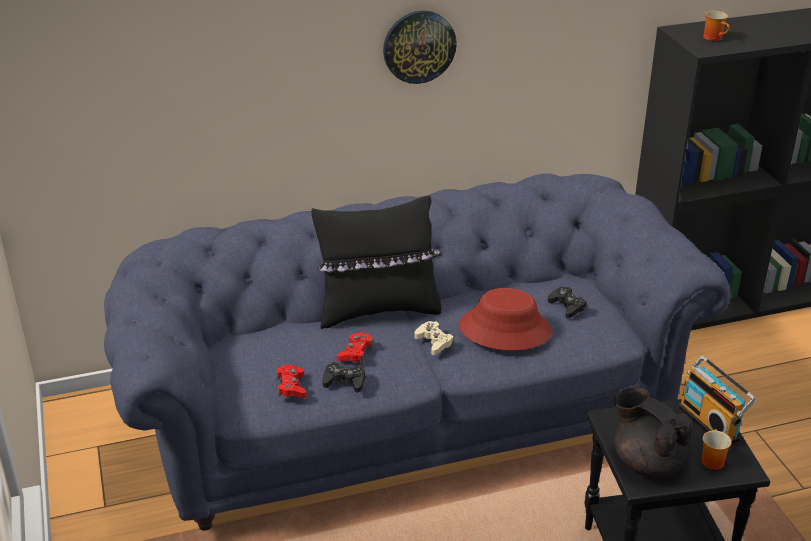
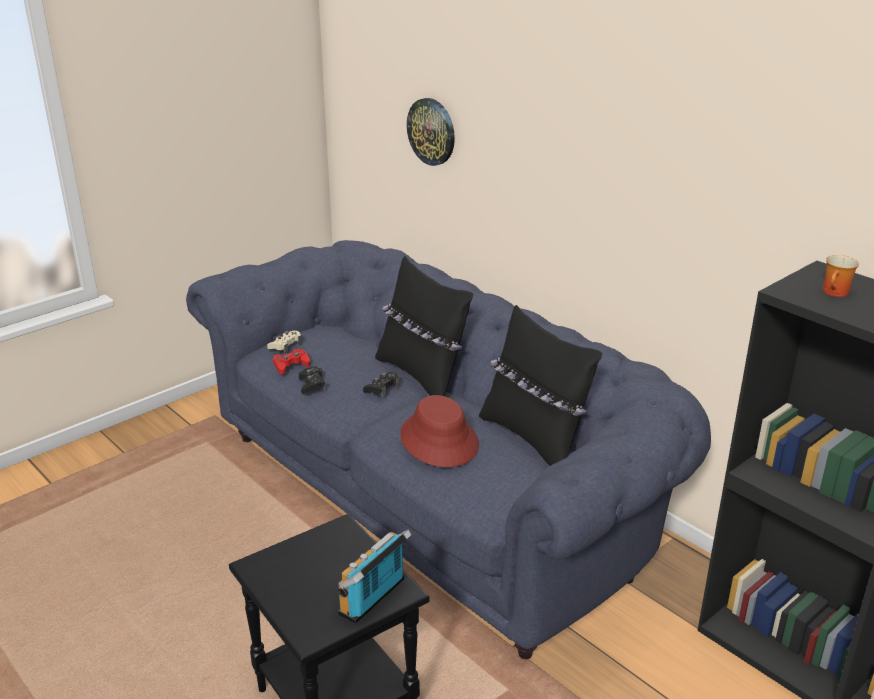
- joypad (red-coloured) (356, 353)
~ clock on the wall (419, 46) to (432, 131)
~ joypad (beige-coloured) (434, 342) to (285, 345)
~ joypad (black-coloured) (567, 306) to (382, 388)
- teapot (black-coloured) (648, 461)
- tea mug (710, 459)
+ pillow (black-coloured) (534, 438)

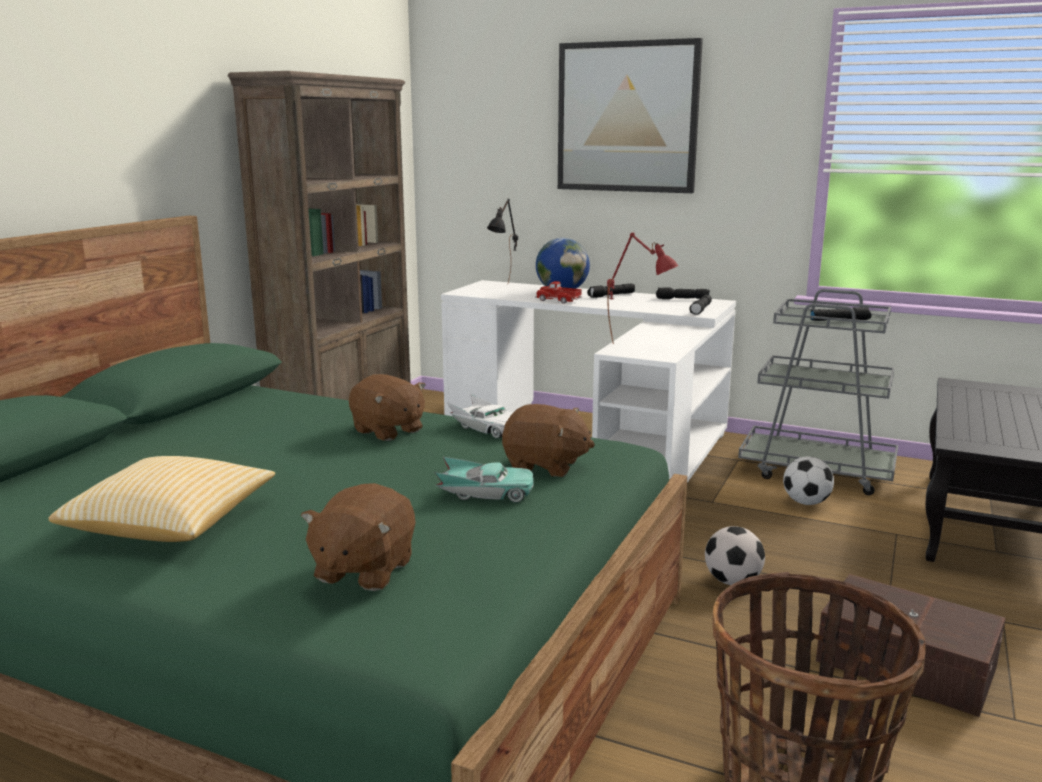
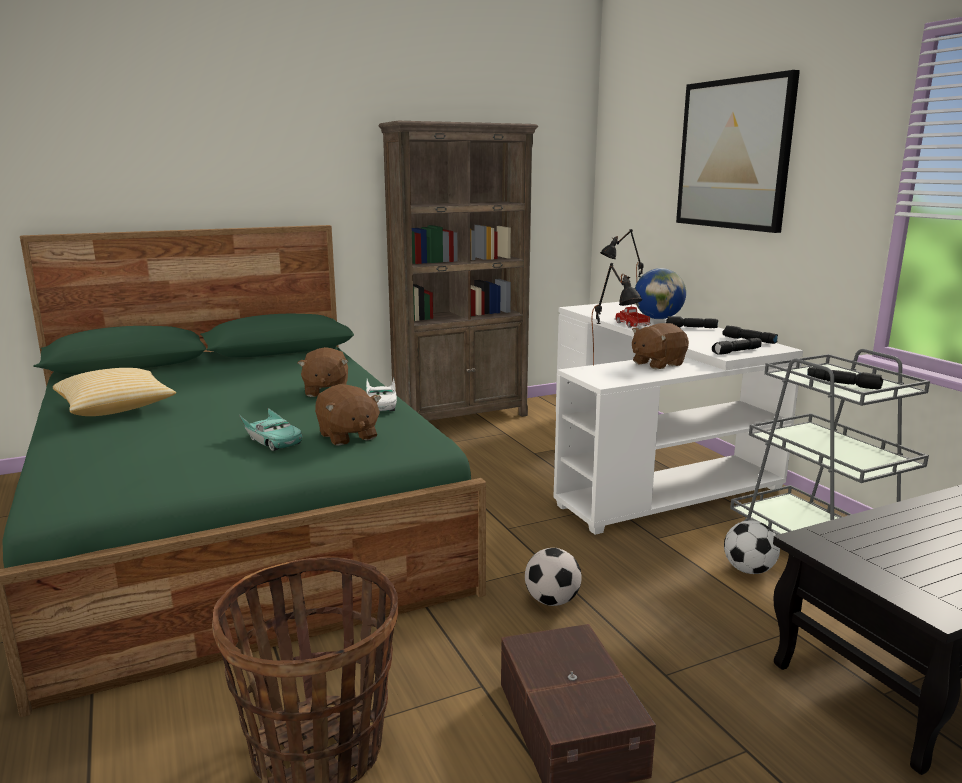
~ plush toy (brownish) (363, 570) to (657, 364)
~ table lamp (red-coloured) (639, 345) to table lamp (black-coloured) (612, 370)

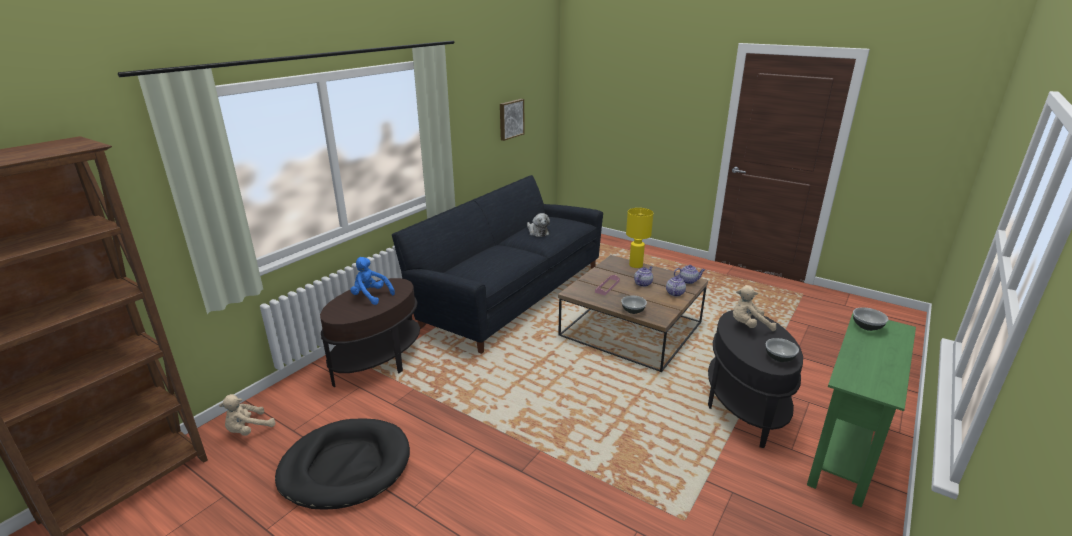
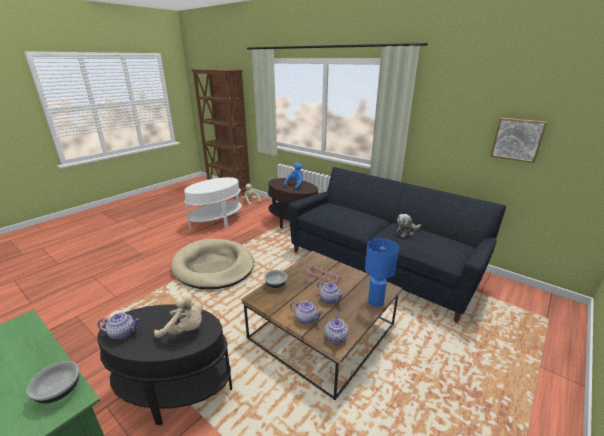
~ dog cushion (black-coloured) (345, 466) to end table (white-coloured) (216, 221)
~ table lamp (yellowish) (635, 265) to table lamp (blue-coloured) (375, 301)
~ plush toy (beige-coloured) (748, 326) = (185, 329) 105 degrees clockwise
~ bowl (779, 357) to teapot (123, 333)
+ dog cushion (beige-coloured) (214, 266)

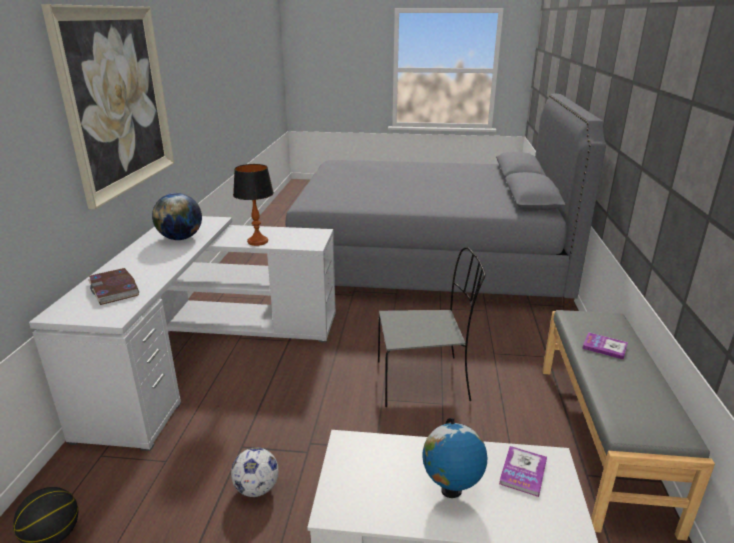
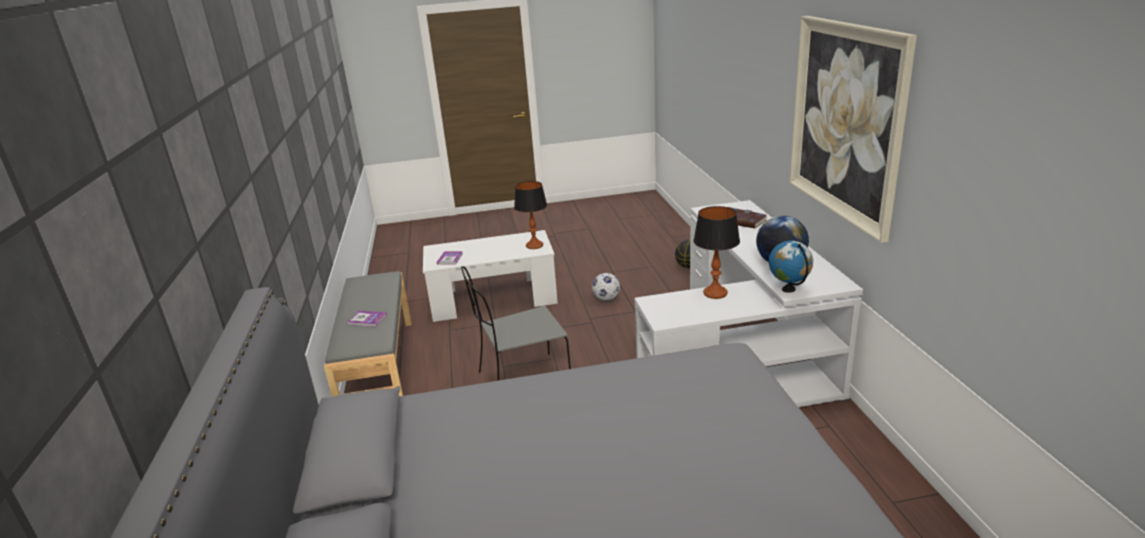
~ globe (451, 491) to (788, 289)
+ table lamp (534, 245)

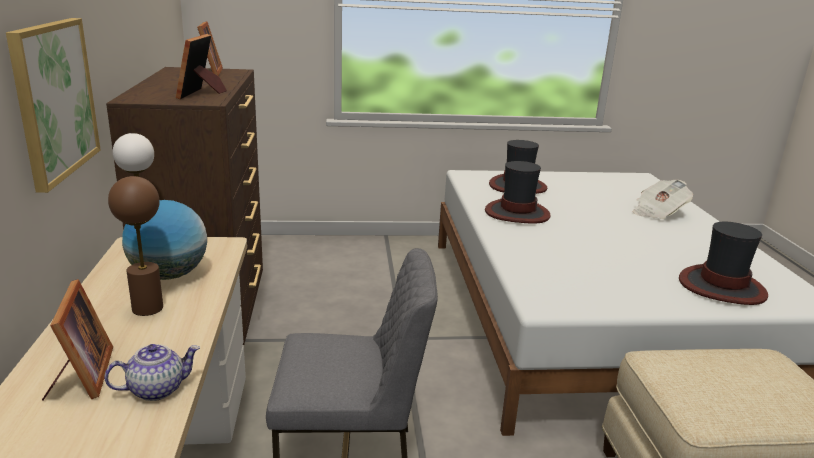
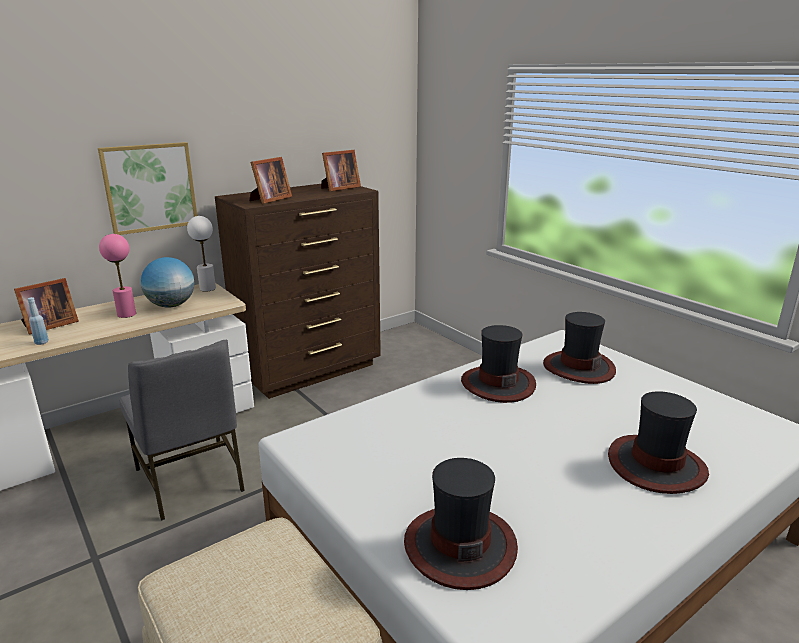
~ teapot (157, 389) to drink bottle (blue-coloured) (41, 342)
~ table lamp (brownish) (148, 308) to table lamp (pinkish) (126, 314)
~ standing frame (201, 94) = (269, 200) 150 degrees clockwise
~ daily paper (658, 213) to wearable hat (656, 465)

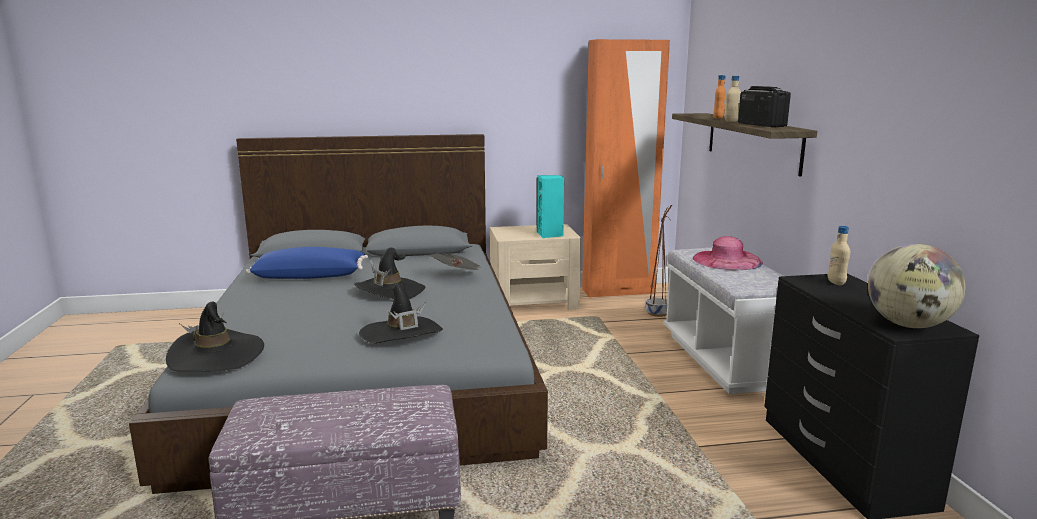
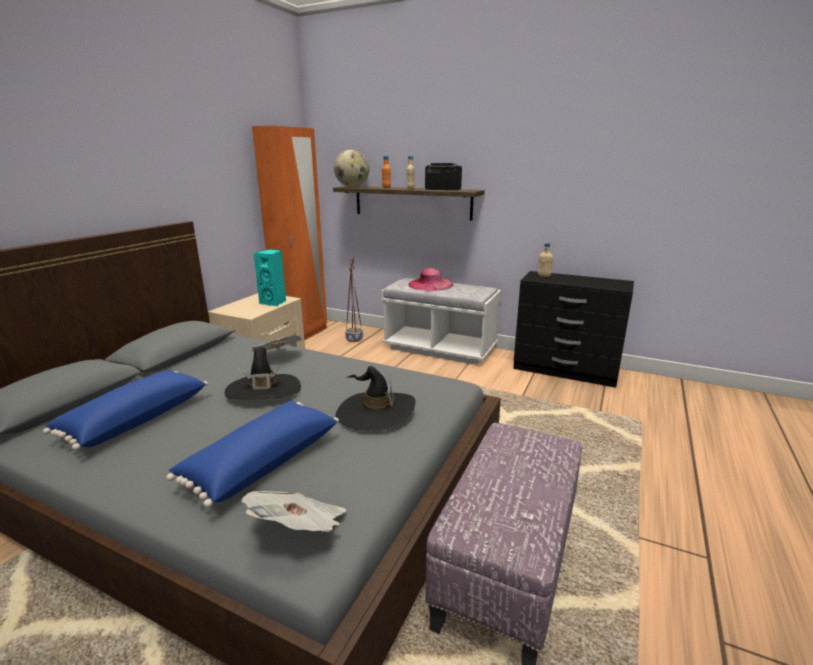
~ wearable hat (black-coloured) (216, 355) to daily paper (300, 530)
~ globe (908, 325) to (352, 187)
+ pillow (blue-coloured) (261, 462)

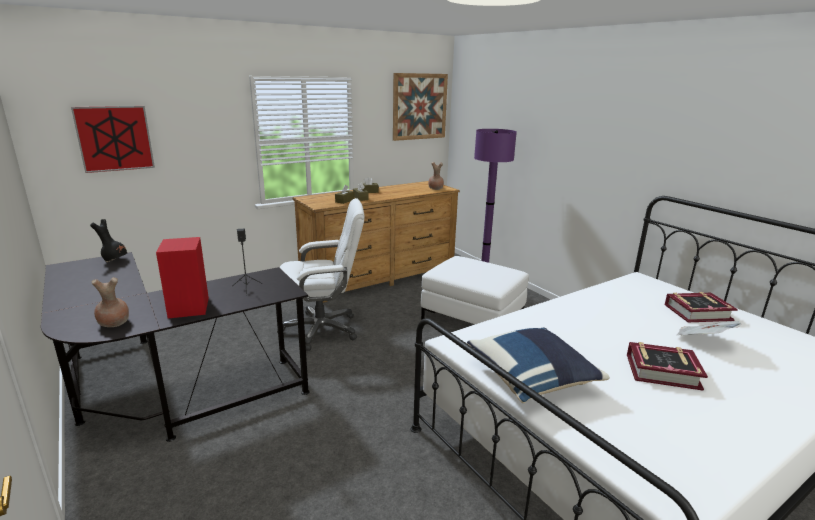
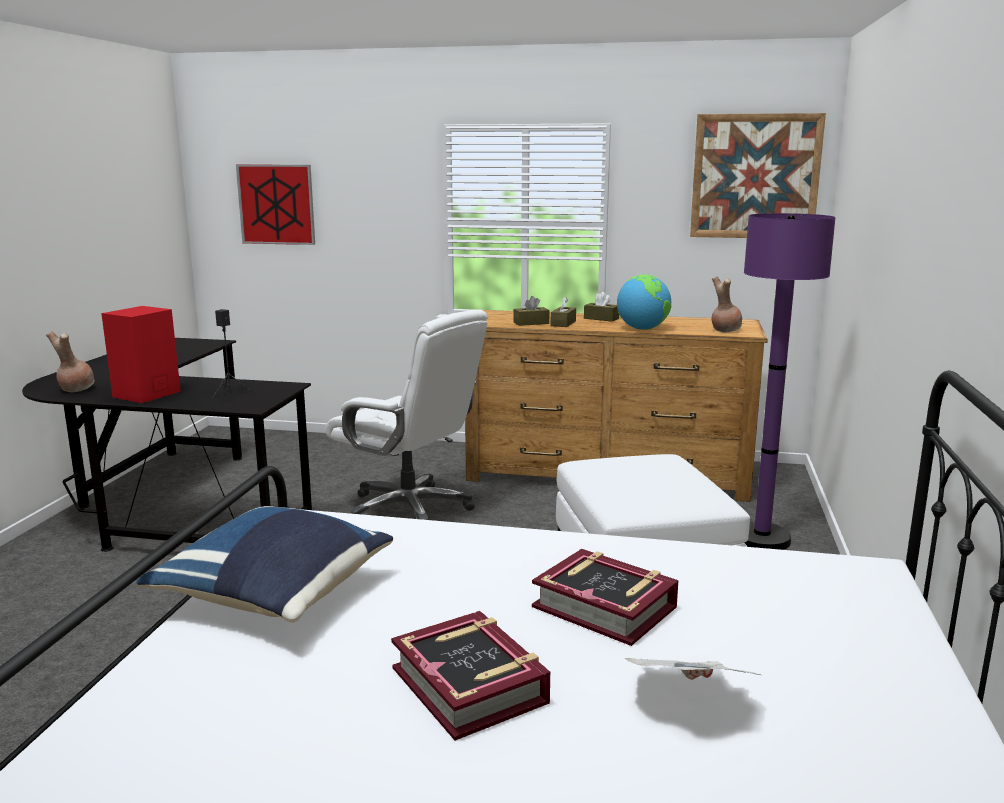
- decorative vase (black-coloured) (115, 260)
~ bound book (697, 312) to (605, 607)
+ globe (642, 329)

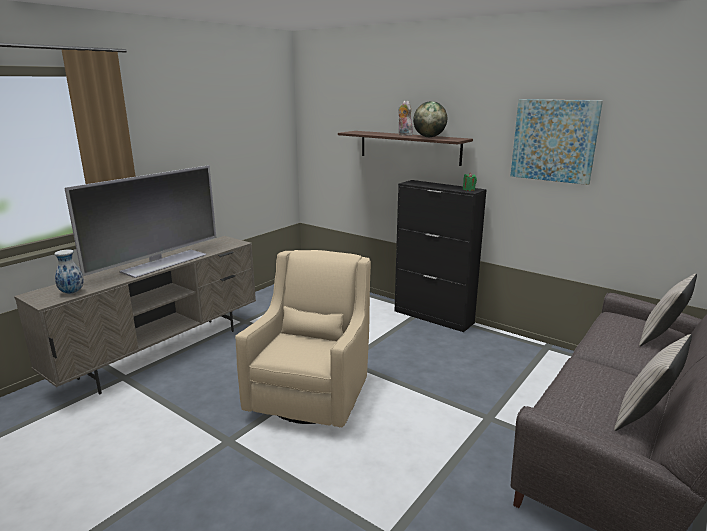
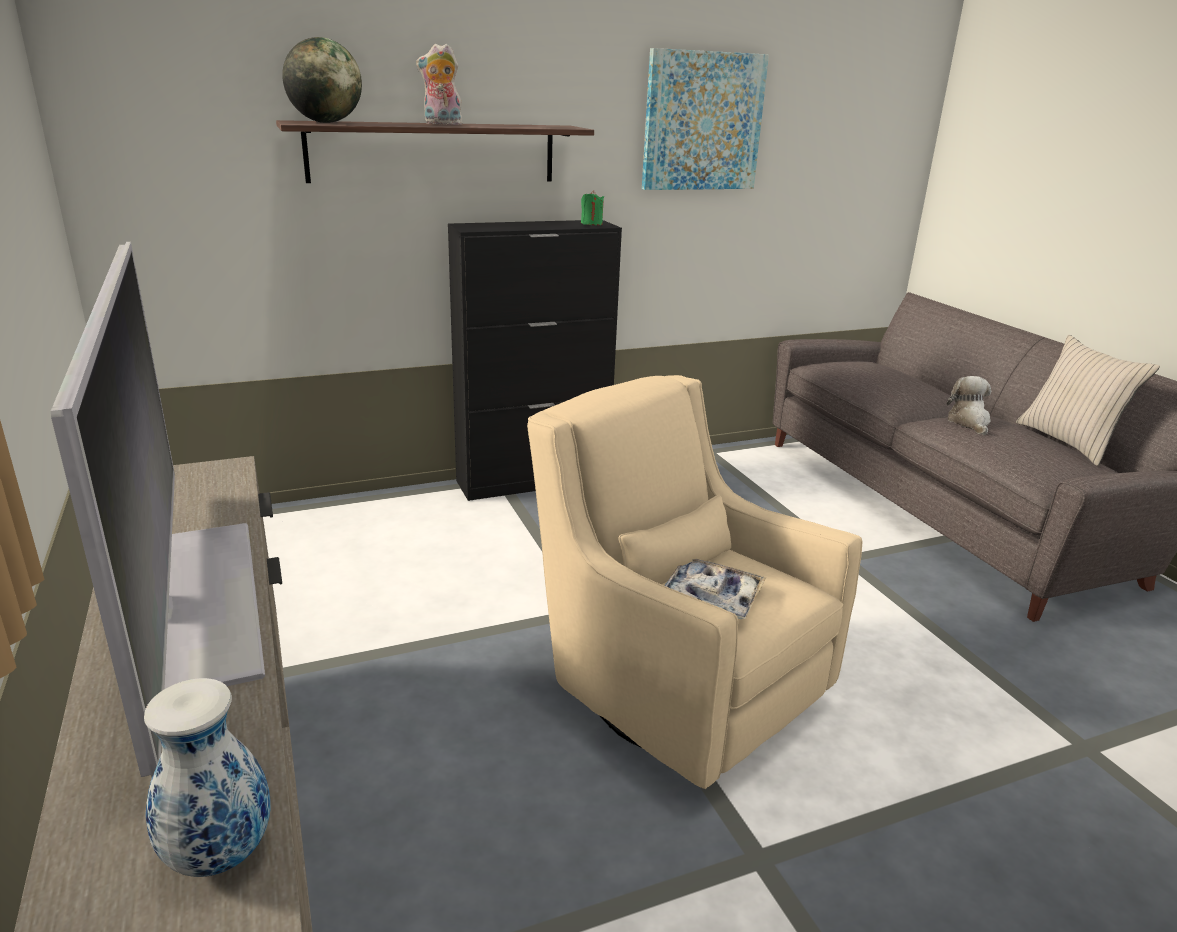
~ globe (429, 137) to (325, 122)
- pillow (beige-coloured) (662, 337)
+ carrying tray (711, 597)
+ plush toy (969, 423)

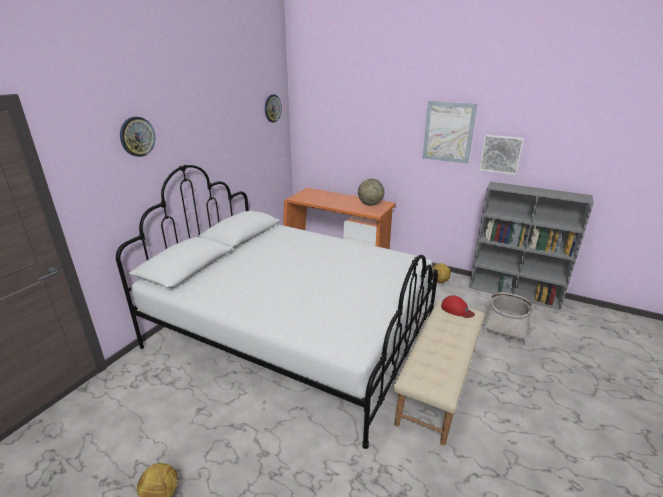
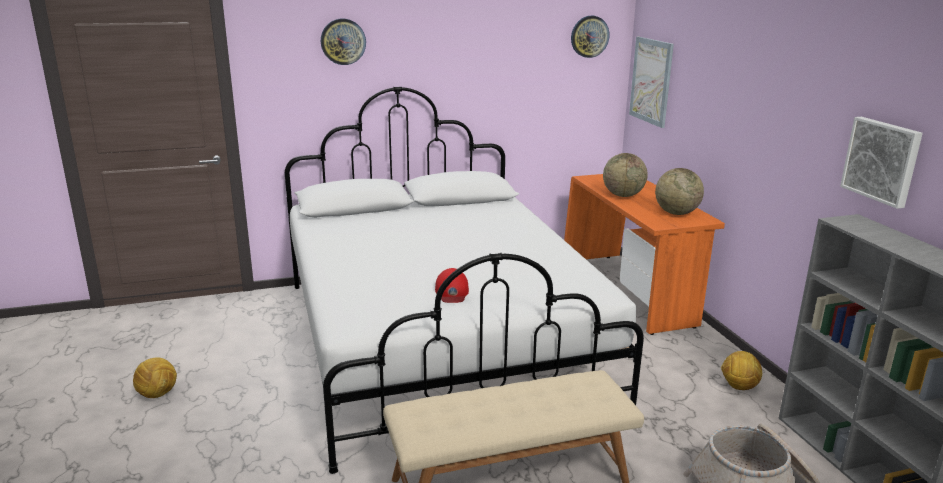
~ picture (448, 132) to (651, 81)
~ peaked cap (red-coloured) (457, 310) to (452, 292)
+ globe (623, 195)

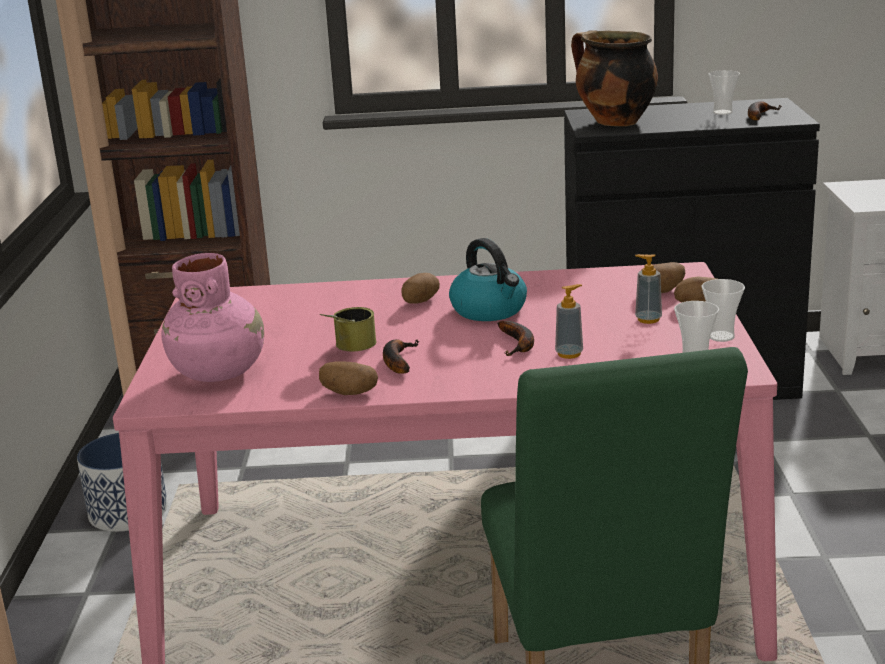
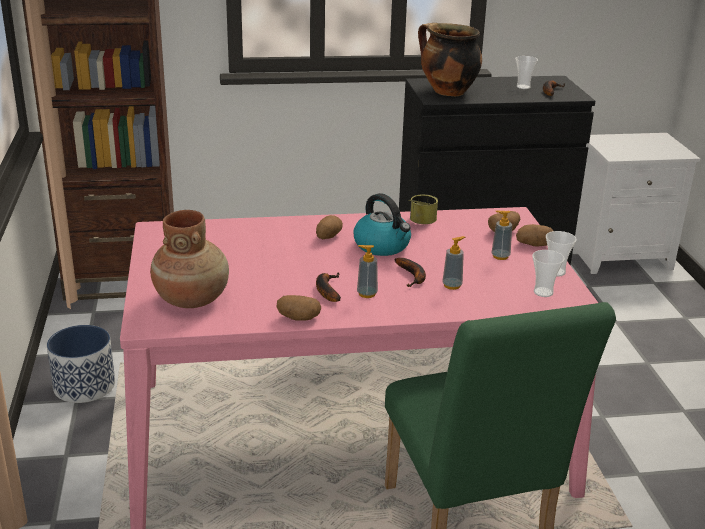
~ decorative vase (pinkish) (219, 372) to decorative vase (brownish) (192, 299)
~ can (349, 348) to (420, 222)
+ liquid soap bottle (367, 294)

